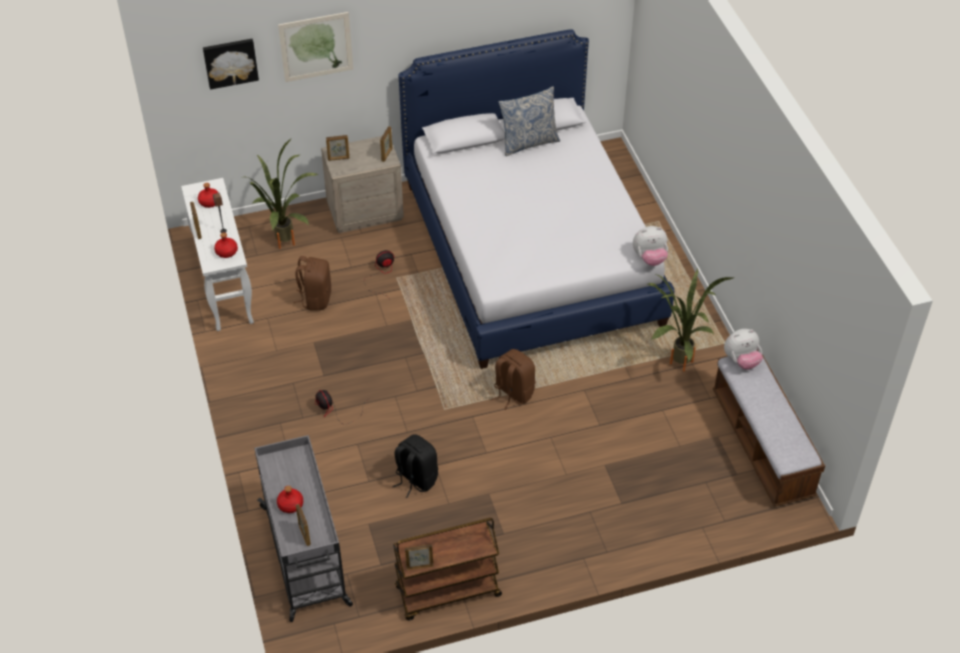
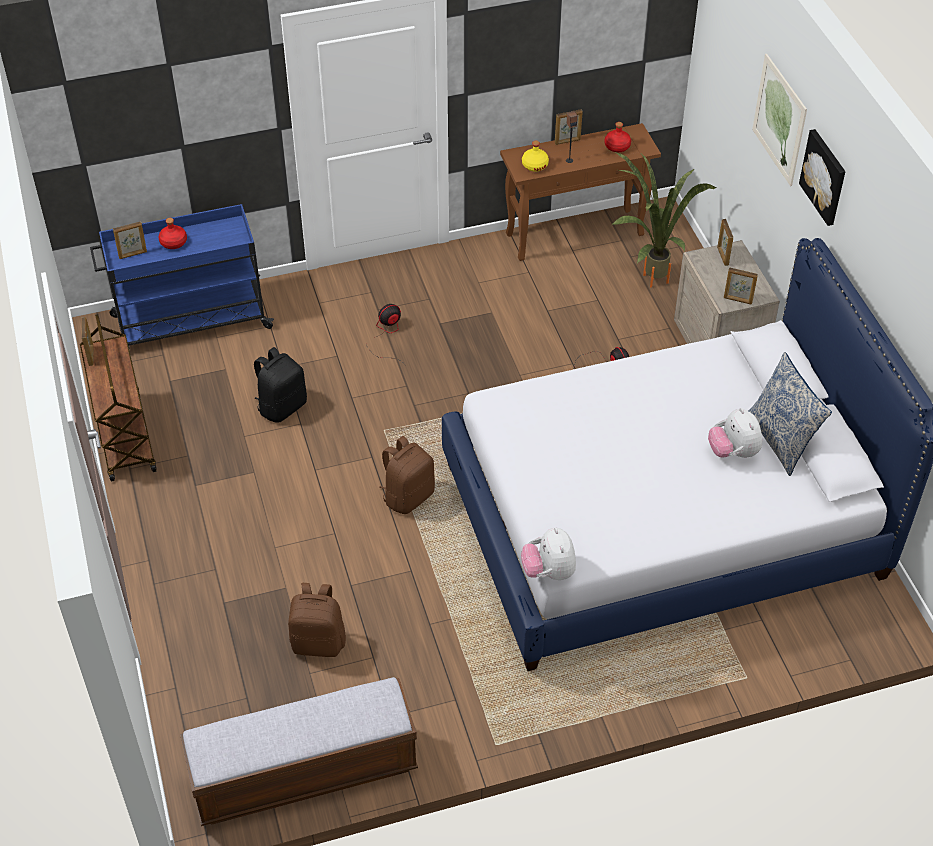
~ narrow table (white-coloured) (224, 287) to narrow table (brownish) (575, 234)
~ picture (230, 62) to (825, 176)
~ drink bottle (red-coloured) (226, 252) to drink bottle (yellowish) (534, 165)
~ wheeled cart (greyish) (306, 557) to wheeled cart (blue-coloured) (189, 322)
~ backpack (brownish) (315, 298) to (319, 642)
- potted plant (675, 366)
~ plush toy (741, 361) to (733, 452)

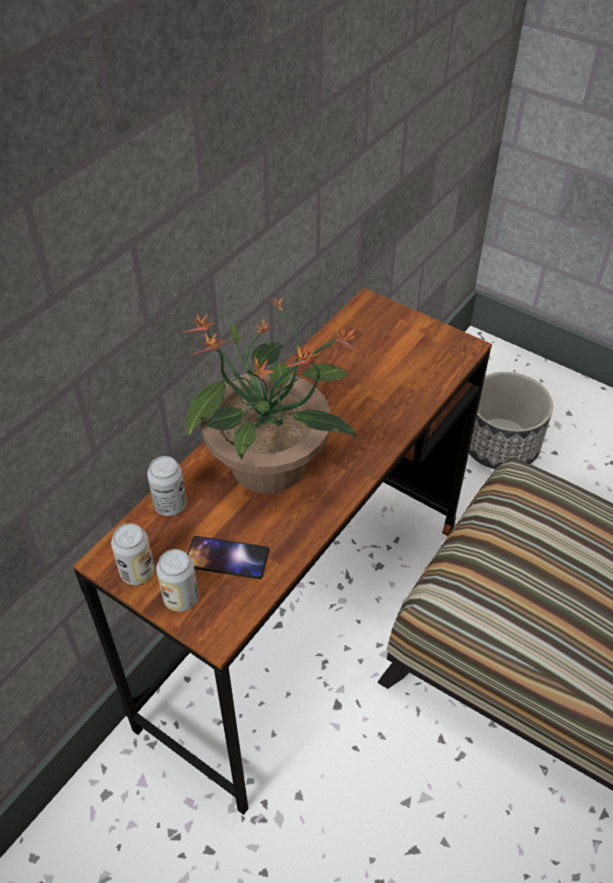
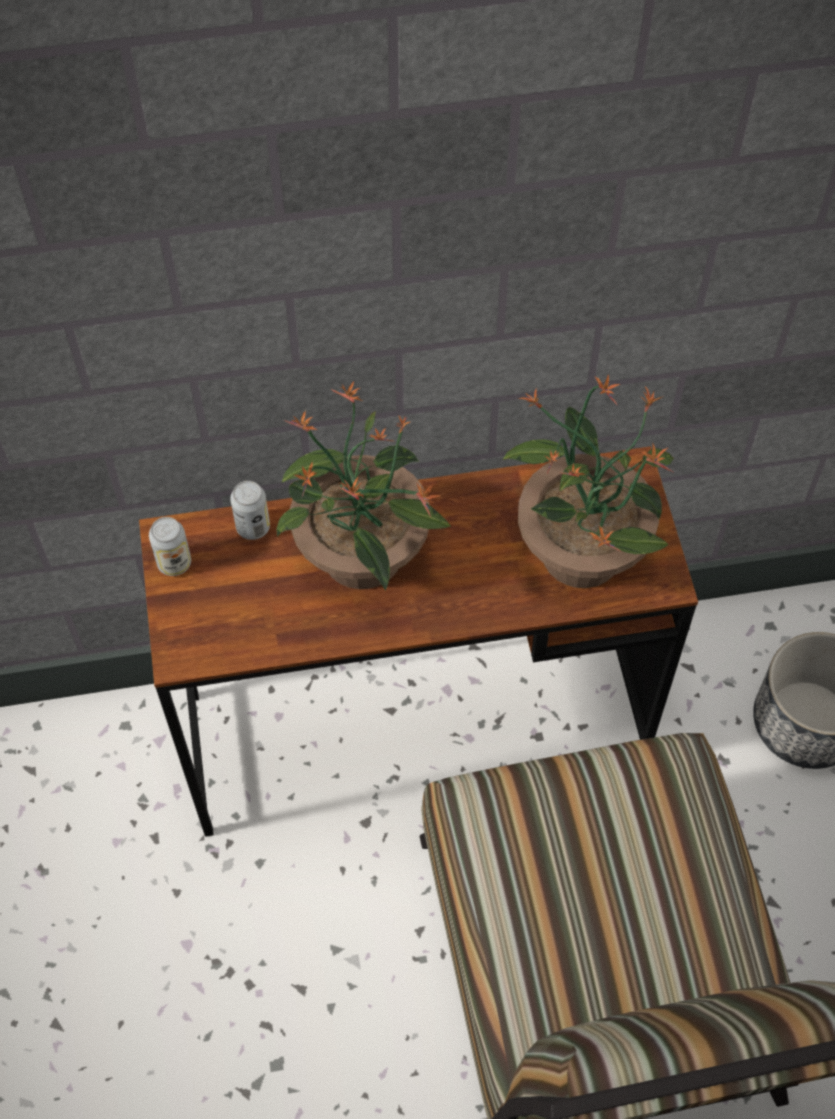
- can (181, 598)
- phone (227, 558)
+ potted plant (581, 550)

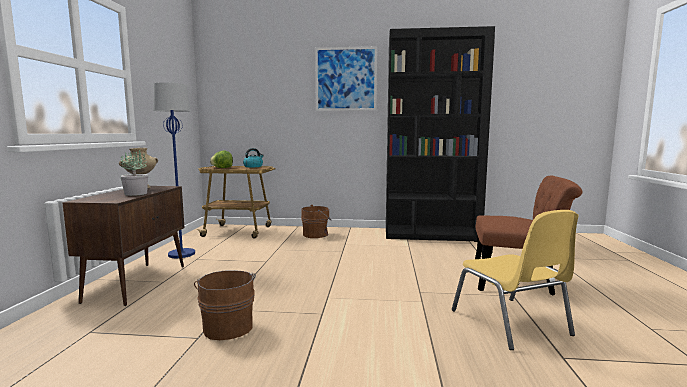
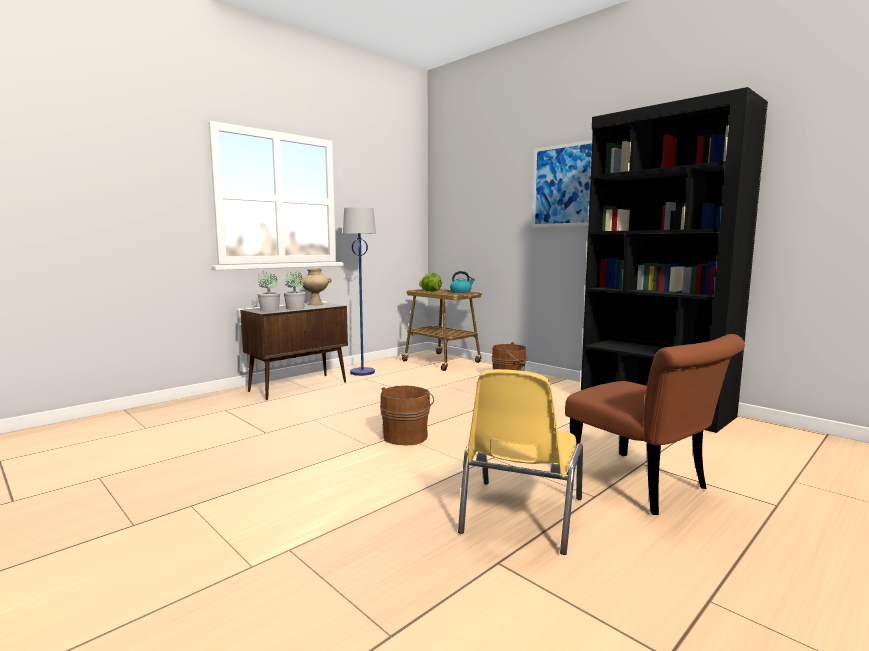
~ pail (brownish) (228, 326) to (406, 436)
+ potted plant (269, 309)

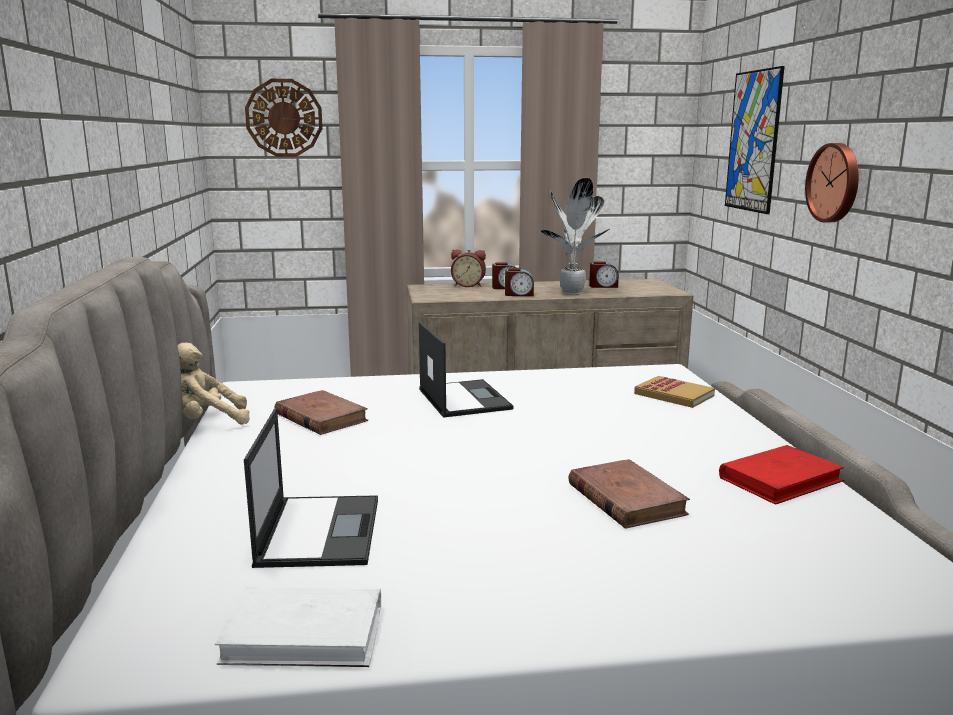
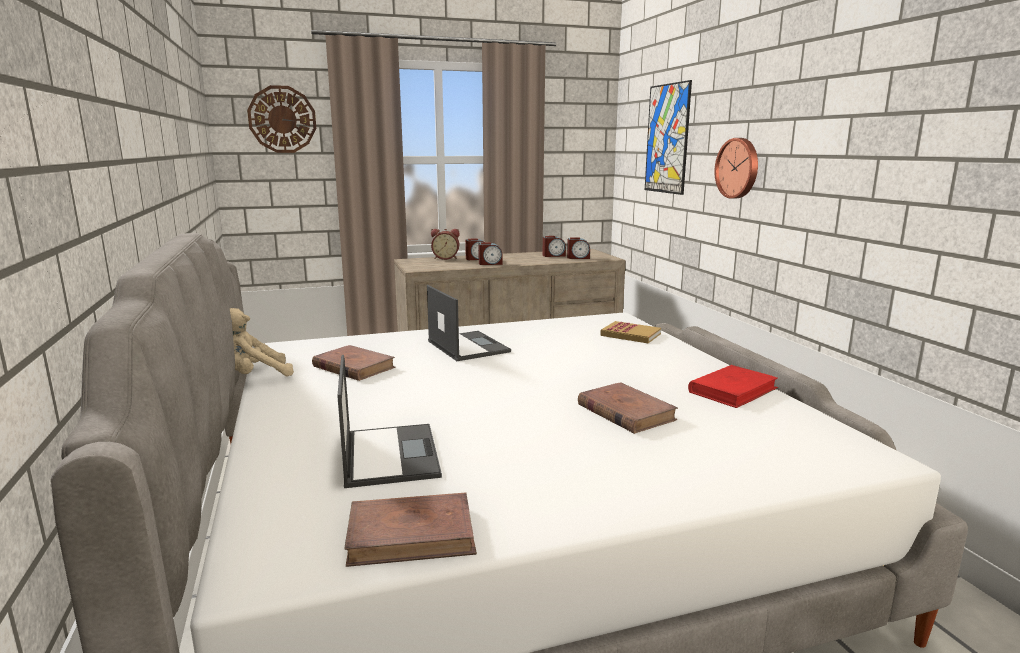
~ bound book (white-coloured) (305, 633) to bound book (brownish) (412, 535)
- potted plant (572, 293)
+ table clock (578, 257)

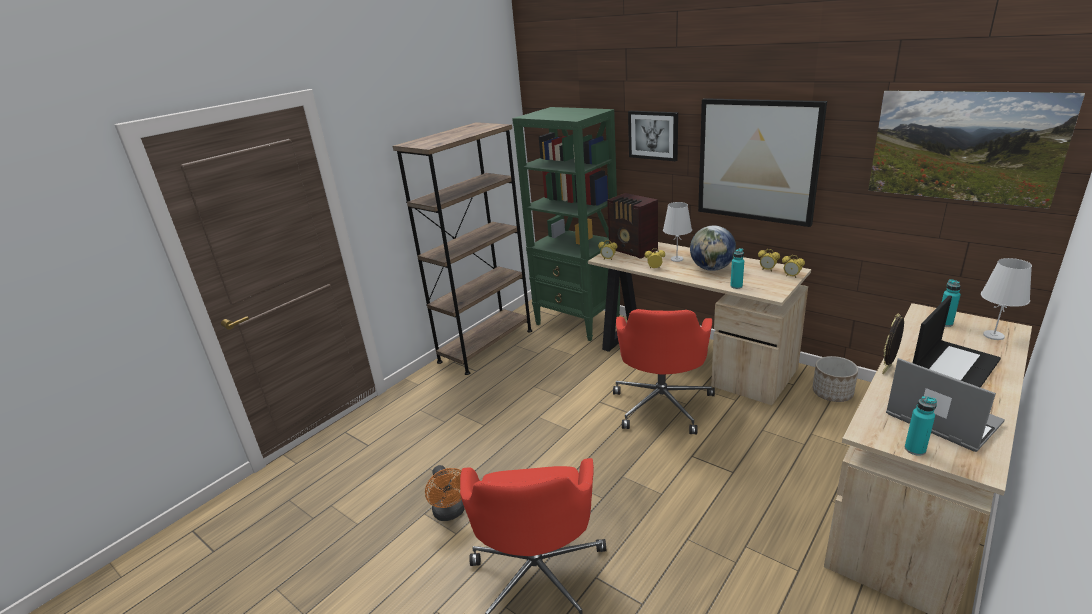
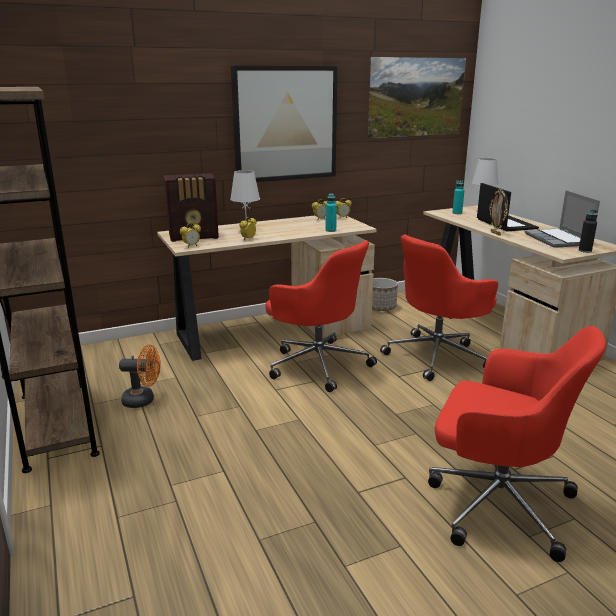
~ cooling fan (orangey) (451, 513) to (143, 400)
- bookcase (green-coloured) (578, 322)
- picture (653, 135)
- globe (712, 268)
~ portable computer (940, 419) = (558, 240) 90 degrees counterclockwise
~ drink bottle (turquoise) (915, 449) to drink bottle (black-coloured) (585, 251)
+ office chair (red-coloured) (438, 356)

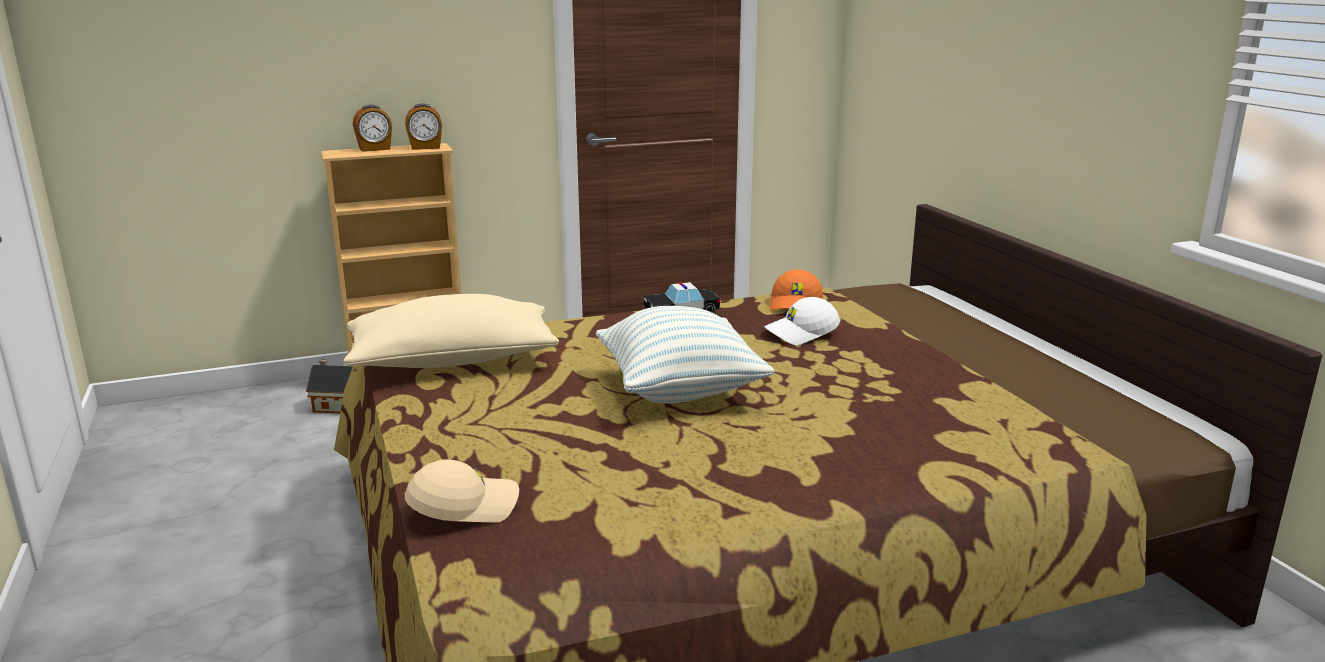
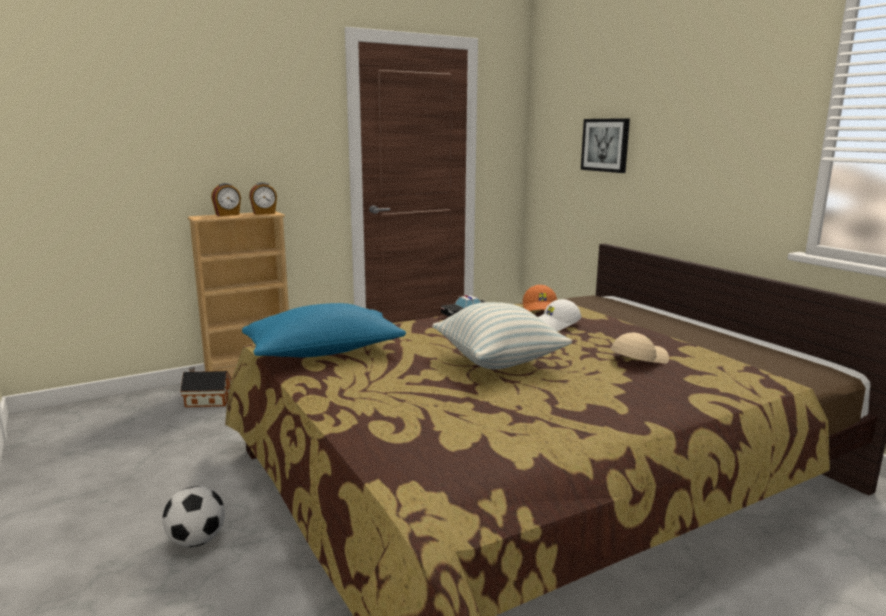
~ pillow (beige-coloured) (453, 362) to pillow (blue-coloured) (324, 353)
~ peaked cap (beige-coloured) (464, 506) to (638, 358)
+ football (197, 541)
+ picture (605, 145)

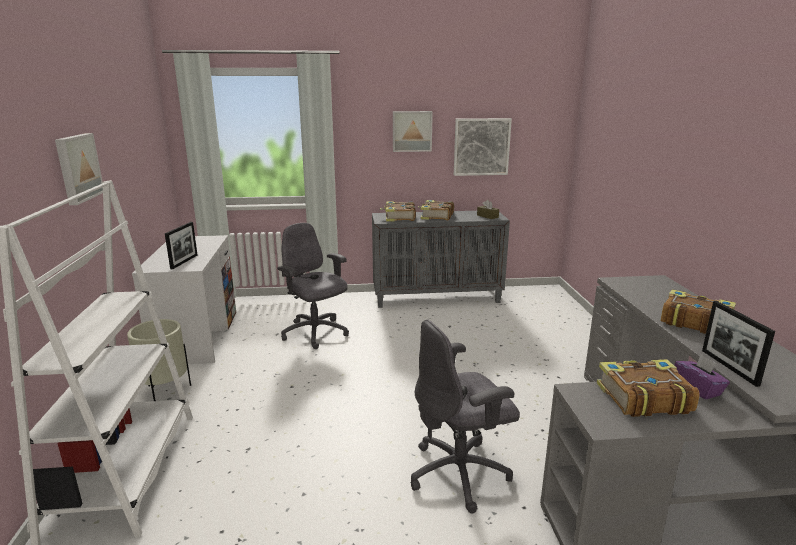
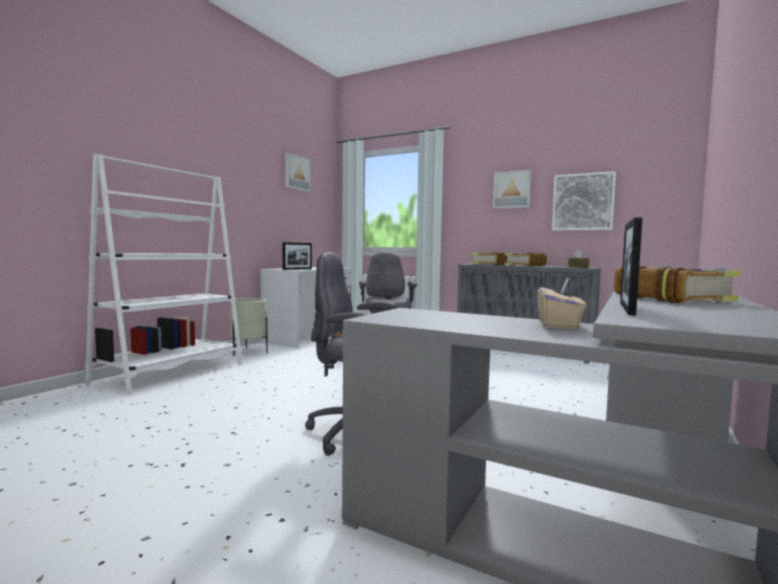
~ picture (77, 168) to (296, 173)
- bound book (642, 398)
~ tissue box (purple-coloured) (698, 389) to tissue box (beige-coloured) (559, 325)

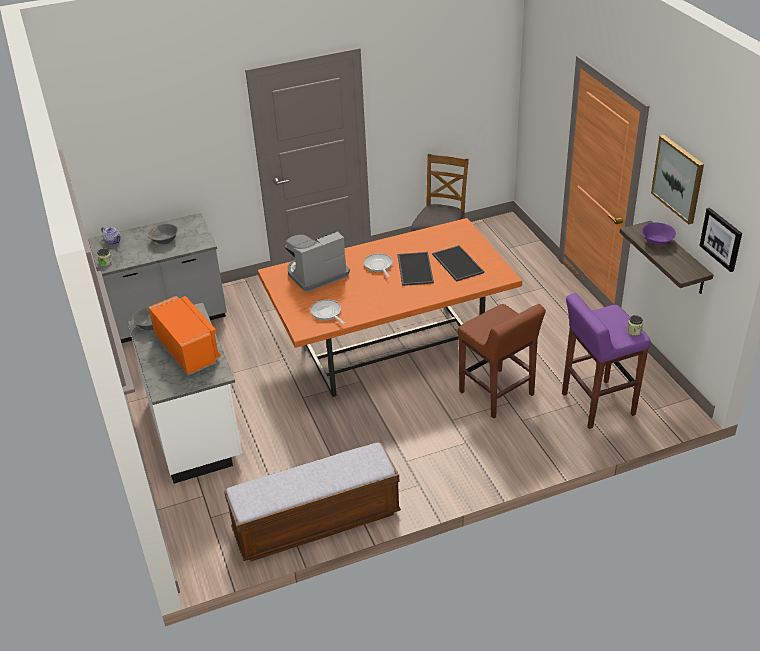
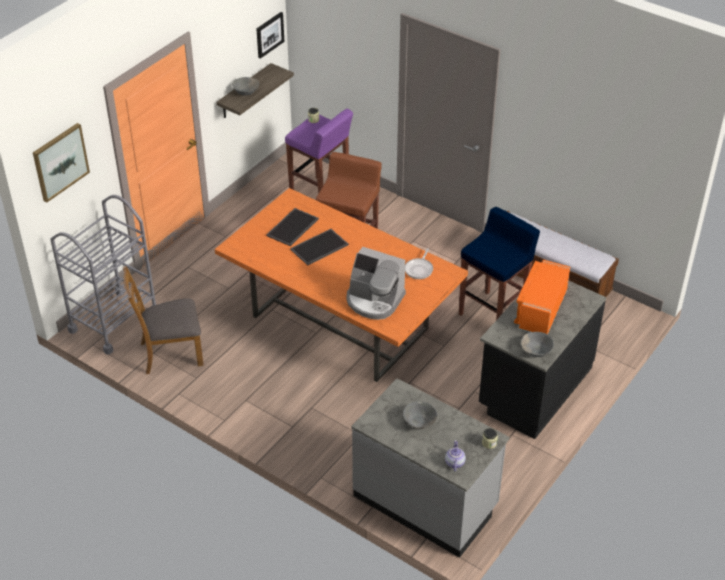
~ kitchen counter (white-coloured) (196, 430) to kitchen counter (black-coloured) (534, 387)
- pan (379, 266)
~ bowl (purple-coloured) (656, 241) to bowl (greyish) (246, 92)
~ picture (678, 178) to (60, 162)
+ wheeled cart (greyish) (114, 321)
+ sitting stool (blue-coloured) (493, 314)

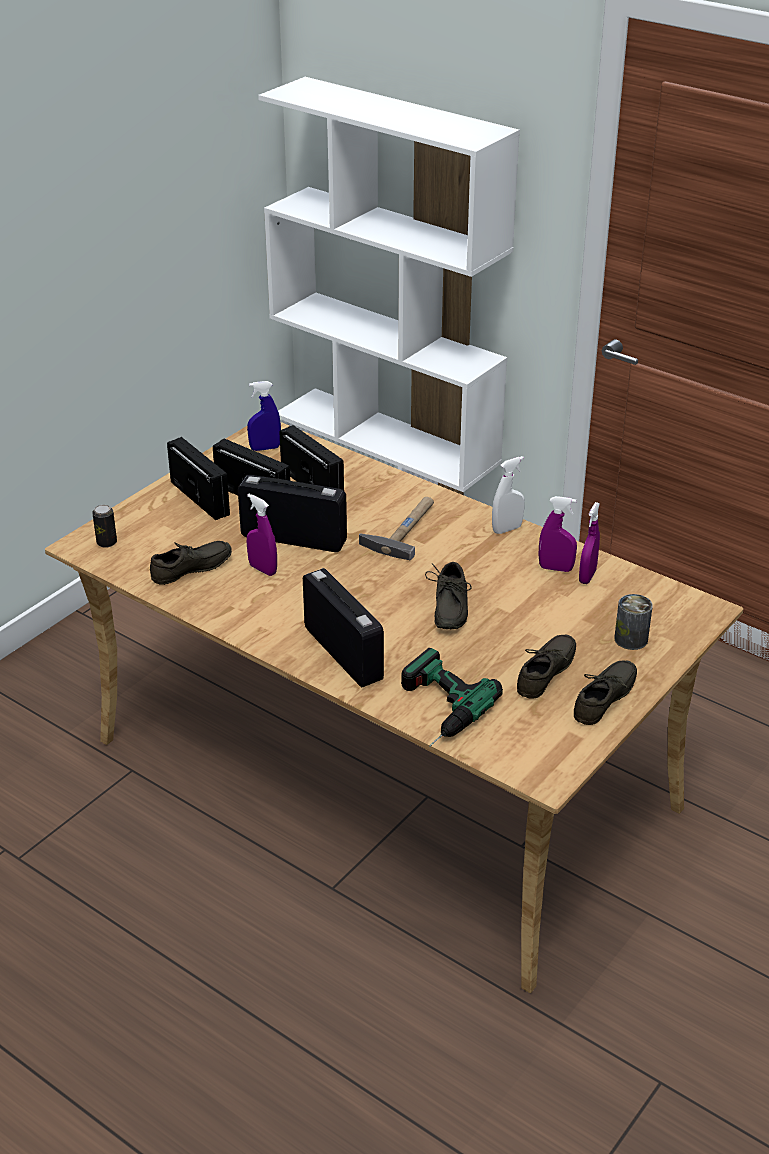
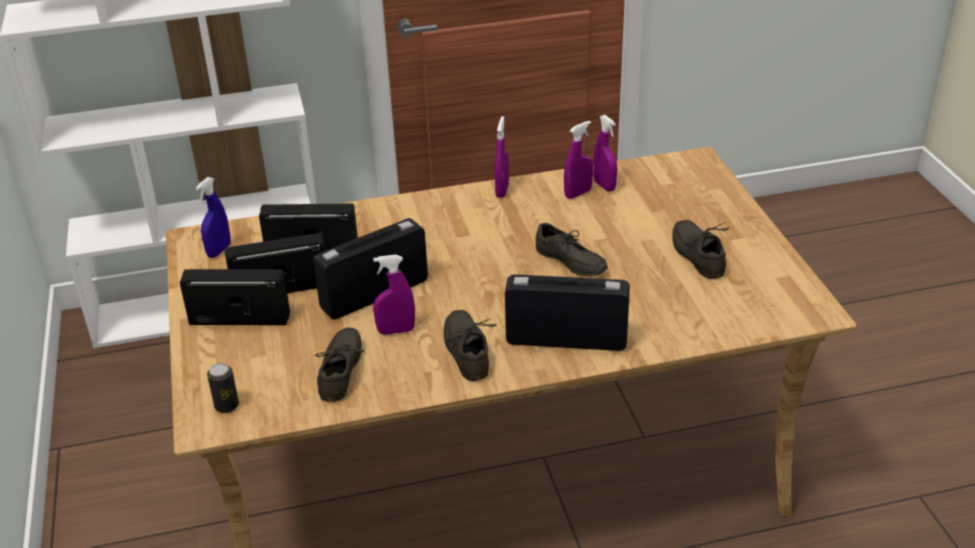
- hammer (404, 529)
- electric drill (434, 709)
~ hand sprayer (white-coloured) (507, 529) to hand sprayer (purple-coloured) (502, 191)
~ shoe (greyish) (607, 700) to (470, 351)
- can (631, 639)

